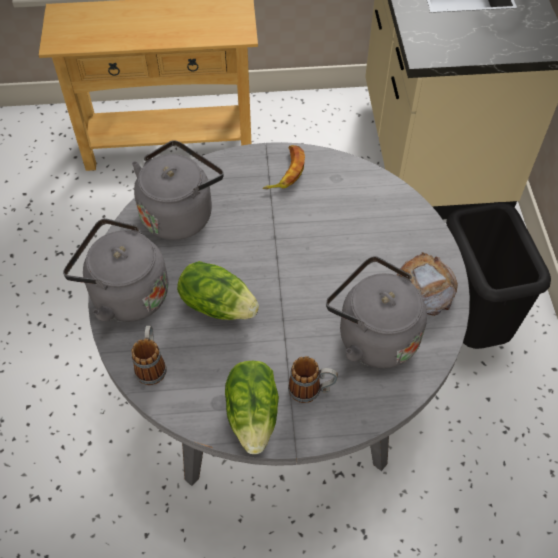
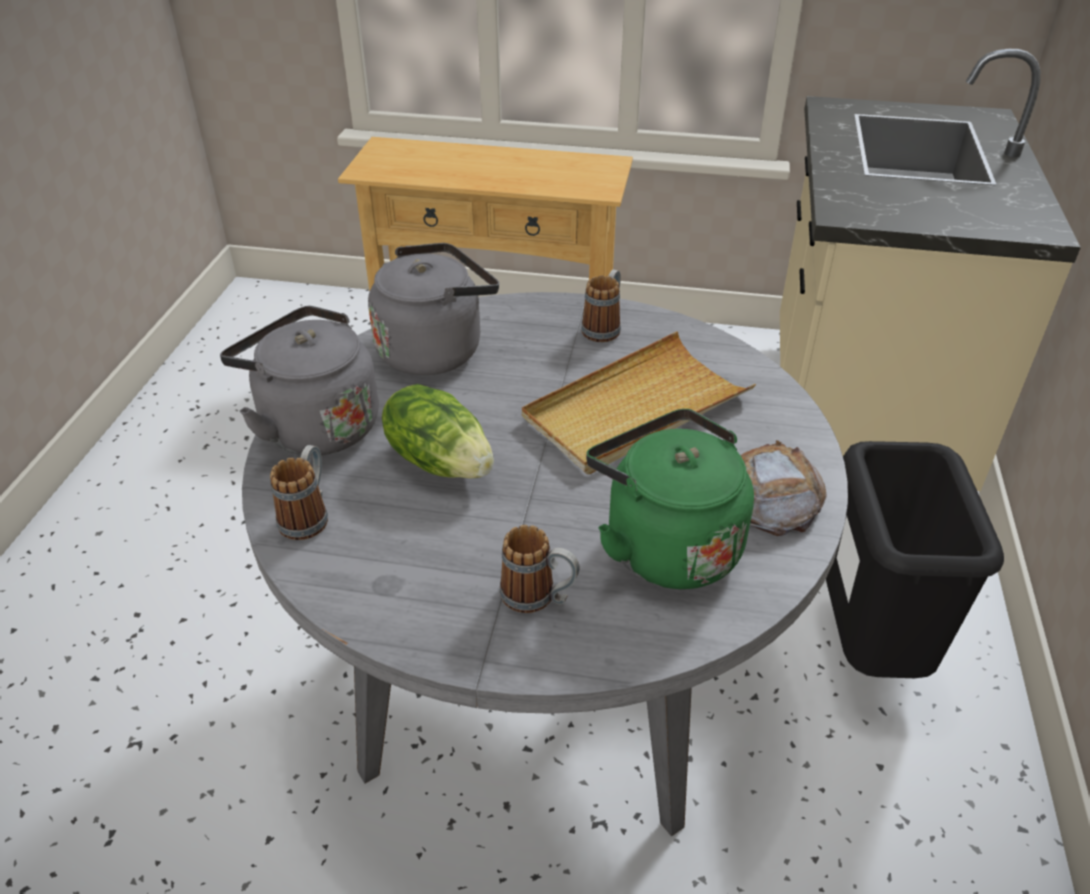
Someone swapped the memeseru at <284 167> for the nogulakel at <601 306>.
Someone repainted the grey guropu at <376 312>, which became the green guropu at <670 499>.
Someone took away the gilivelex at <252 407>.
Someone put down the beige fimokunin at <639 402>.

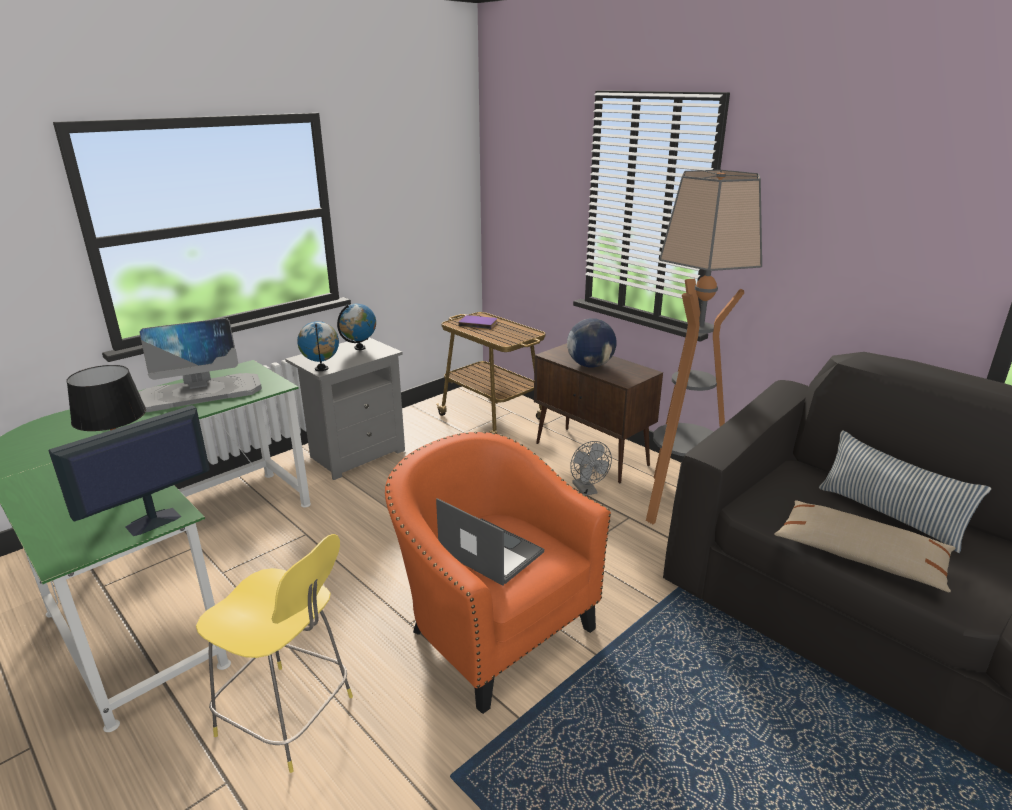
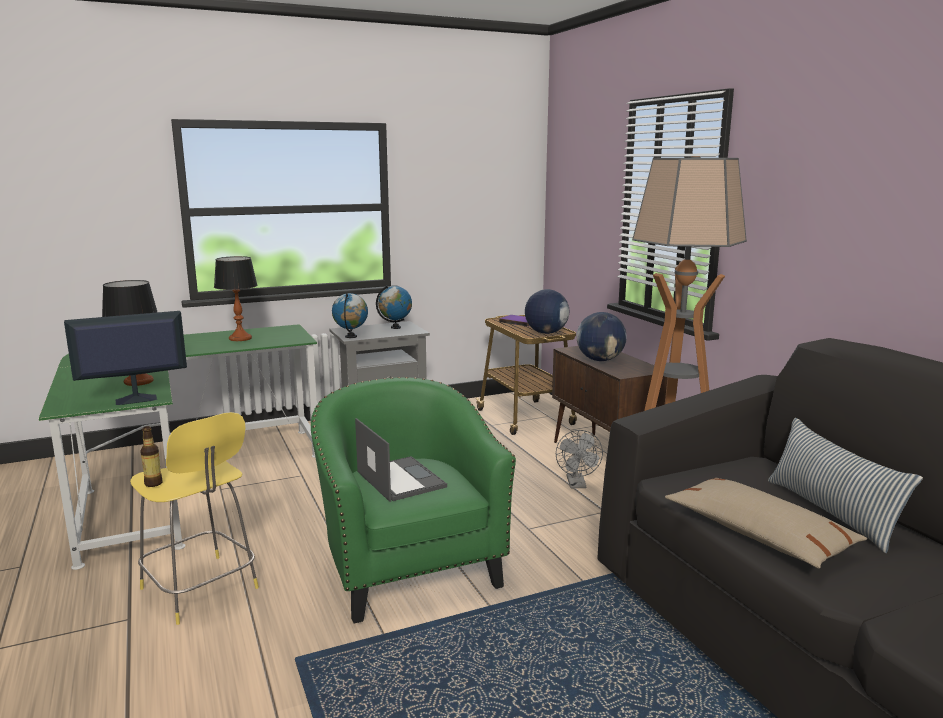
Someone swapped the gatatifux at <200 365> for the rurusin at <235 298>.
Someone repainted the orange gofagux at <498 573>, which became the green gofagux at <413 500>.
Someone put down the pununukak at <547 311>.
Someone put down the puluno at <151 456>.

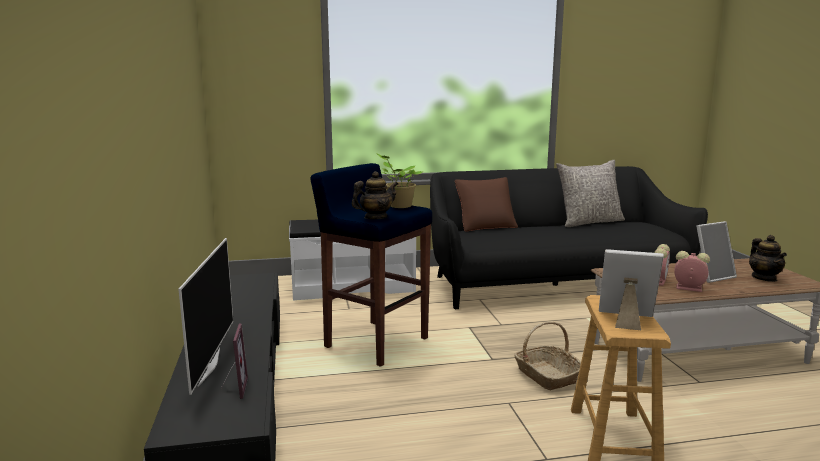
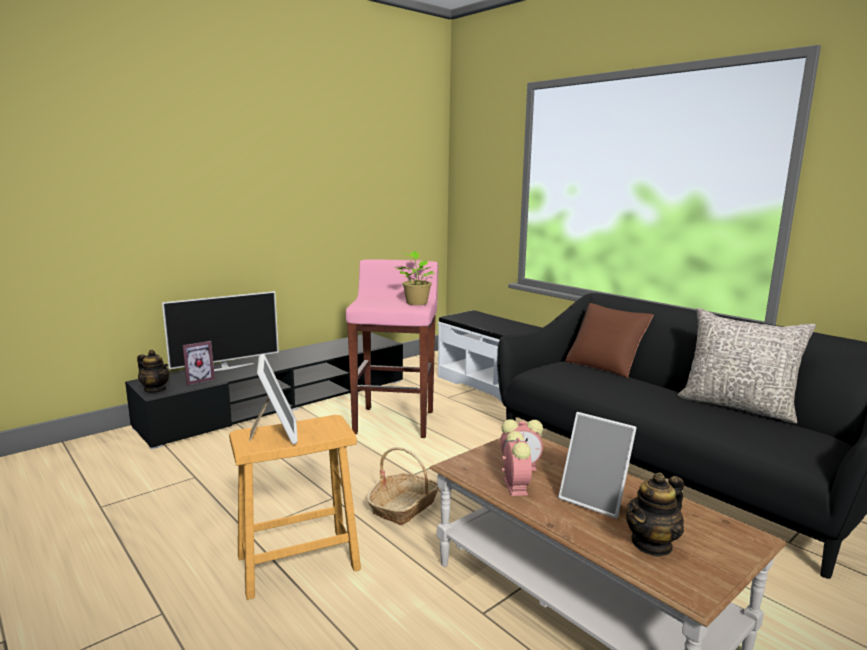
Someone repainted the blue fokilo at <371 265>, which became the pink fokilo at <392 348>.
Someone carried the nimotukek from <375 195> to <153 371>.

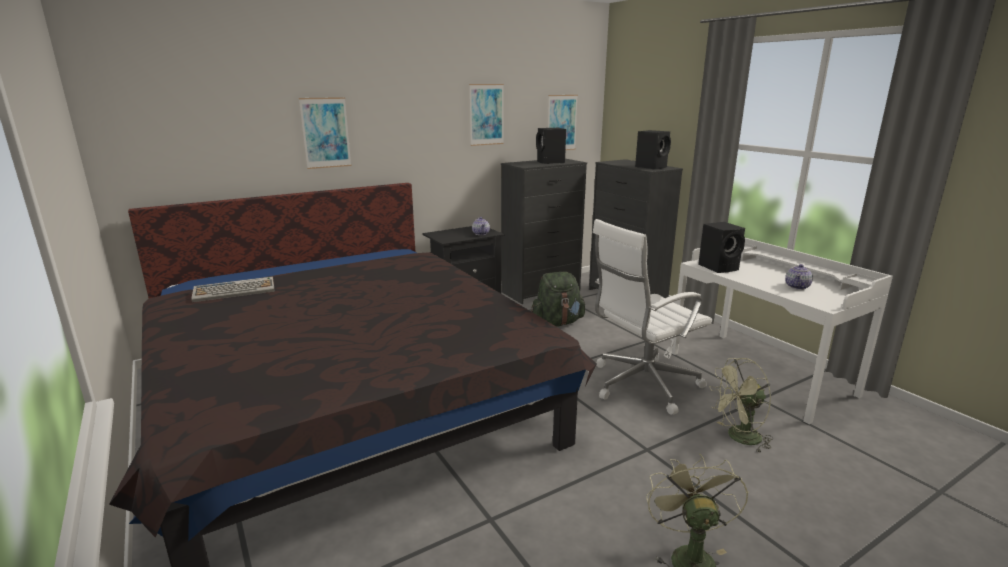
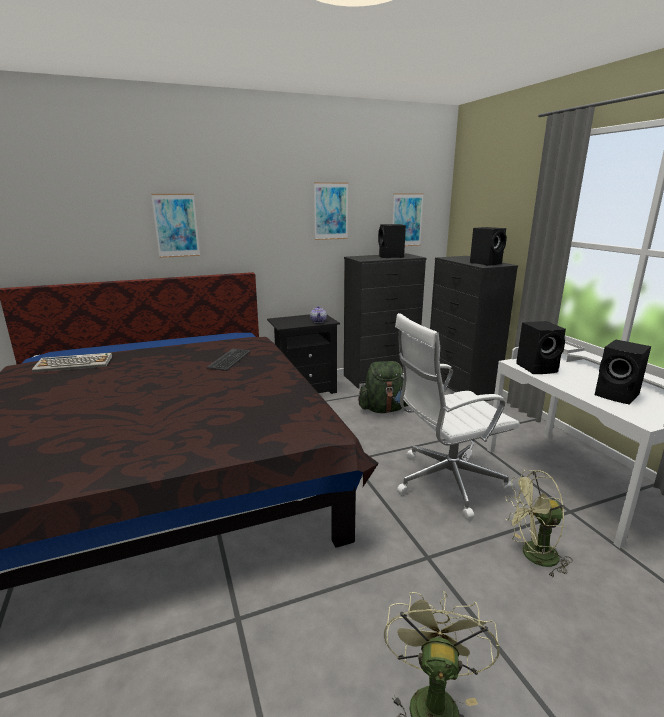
Someone swapped the nimotukek at <799 277> for the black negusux at <623 372>.
Someone put down the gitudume at <229 360>.

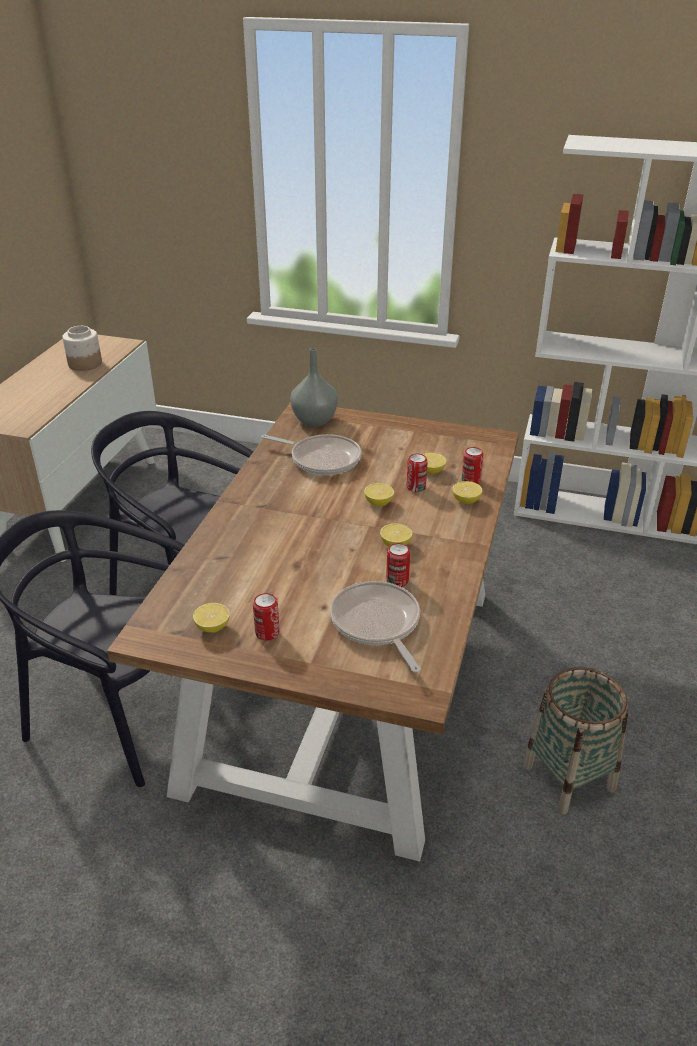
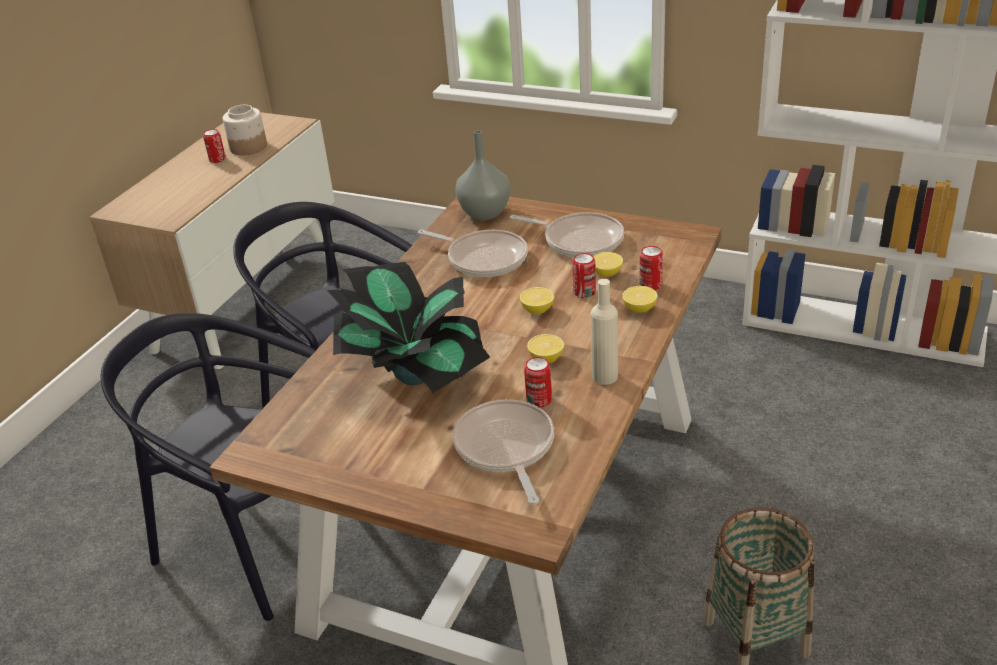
Someone carried the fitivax from <266 617> to <214 146>.
Someone took away the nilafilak at <211 618>.
Someone put down the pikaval at <567 234>.
Someone put down the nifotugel at <408 327>.
Someone put down the beige puluno at <604 332>.

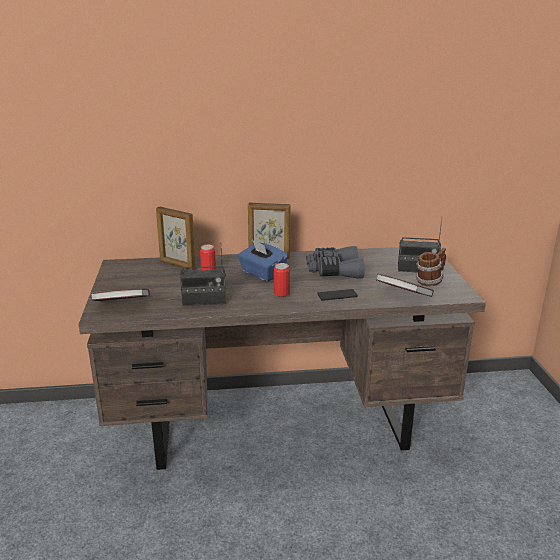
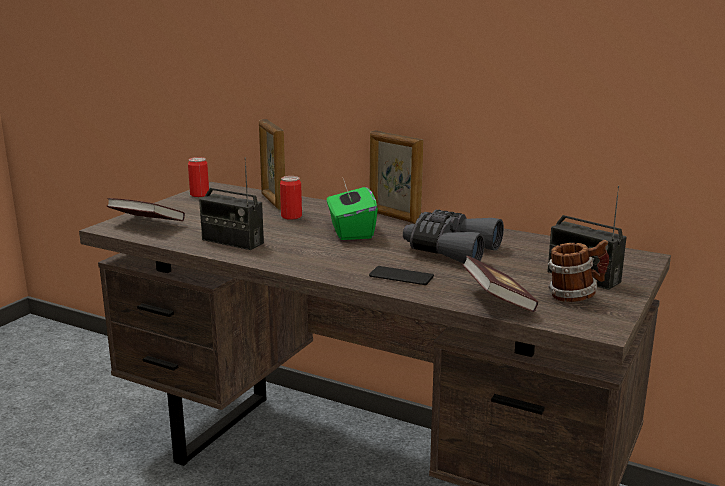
Someone repainted the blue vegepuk at <263 260>, which became the green vegepuk at <352 209>.
Someone carried the fitivax from <282 280> to <198 177>.

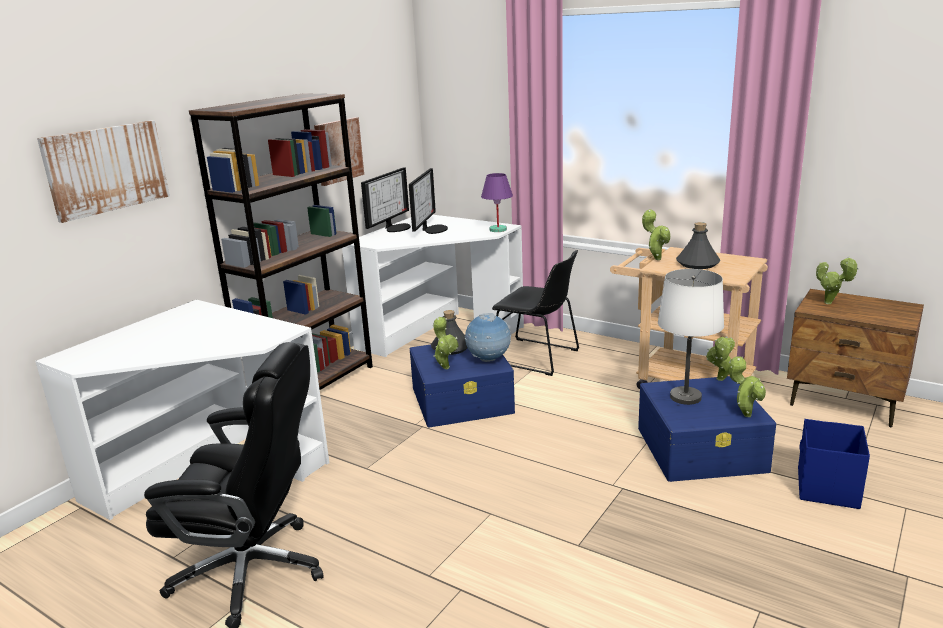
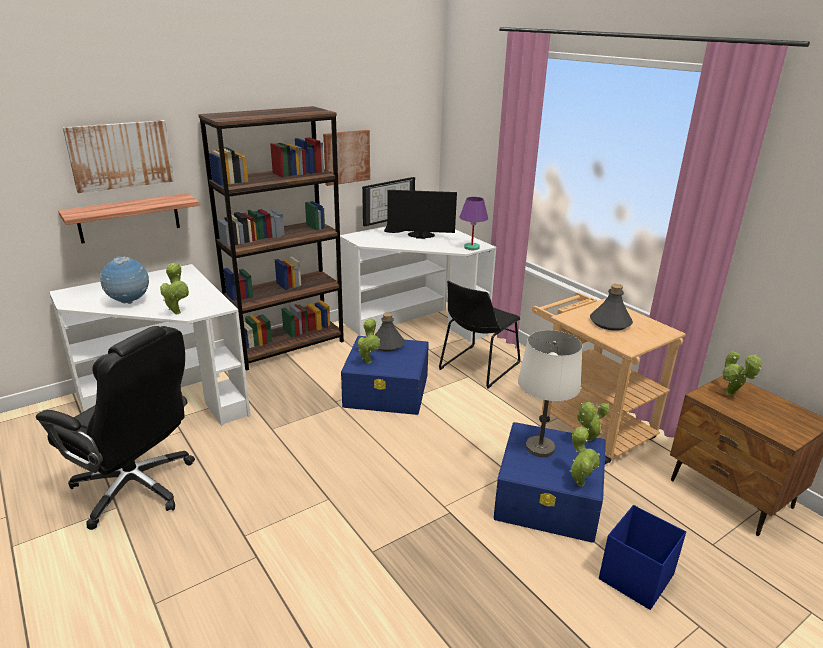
Someone rotated the gatatifux at <428 201> by 120 degrees counterclockwise.
Someone carried the nifotugel from <656 235> to <174 288>.
Someone rotated the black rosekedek at <535 313> by 75 degrees clockwise.
Someone carried the pununukak from <488 337> to <124 280>.
Someone put up the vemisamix at <129 218>.

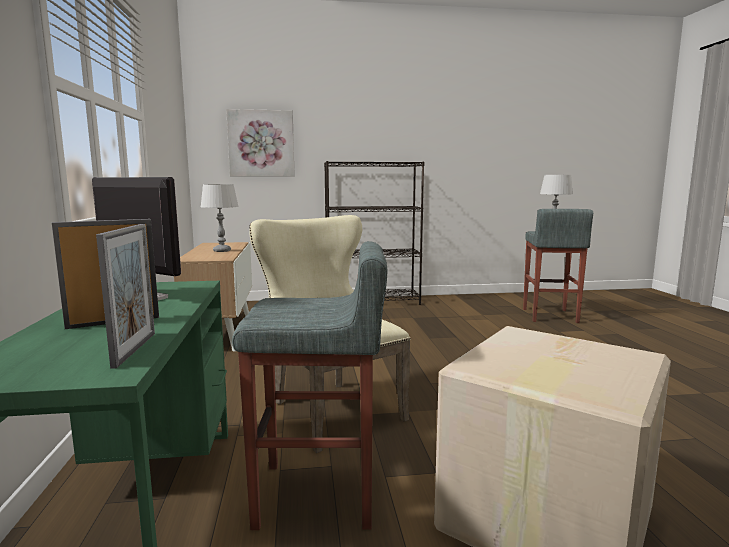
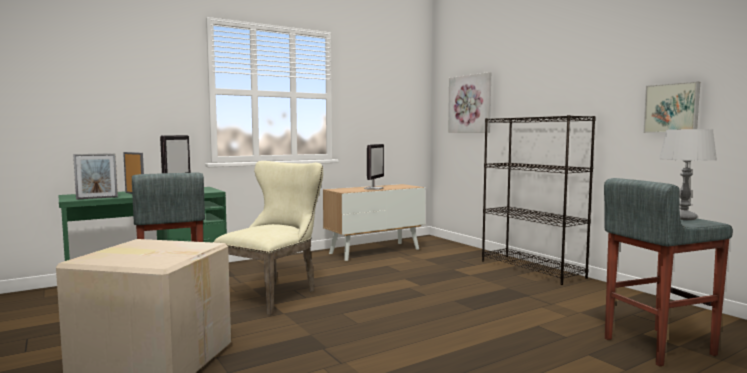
Someone swapped the grey rurusin at <220 218> for the gatatifux at <374 167>.
Someone put up the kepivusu at <671 107>.

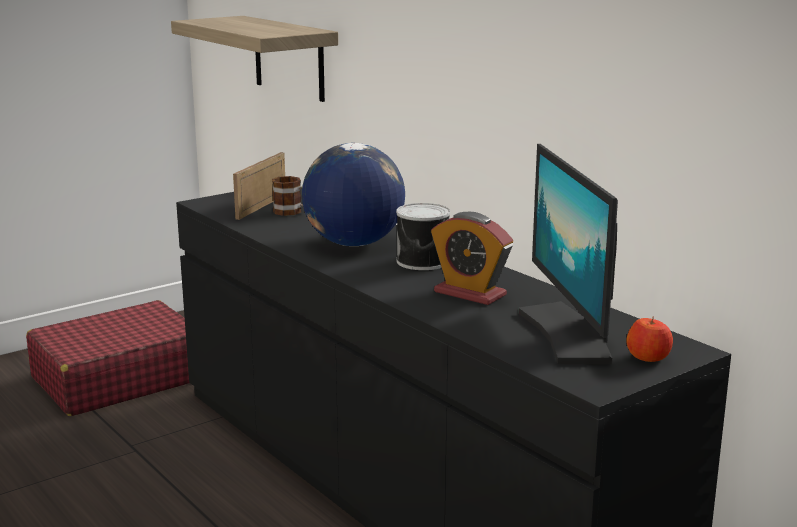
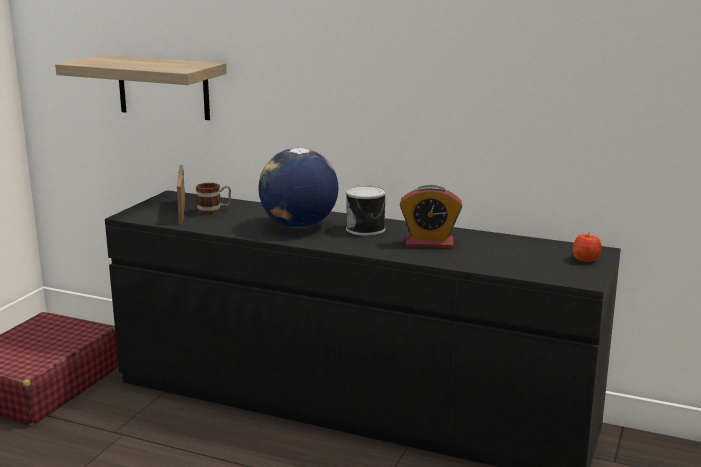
Someone took away the gatatifux at <568 254>.

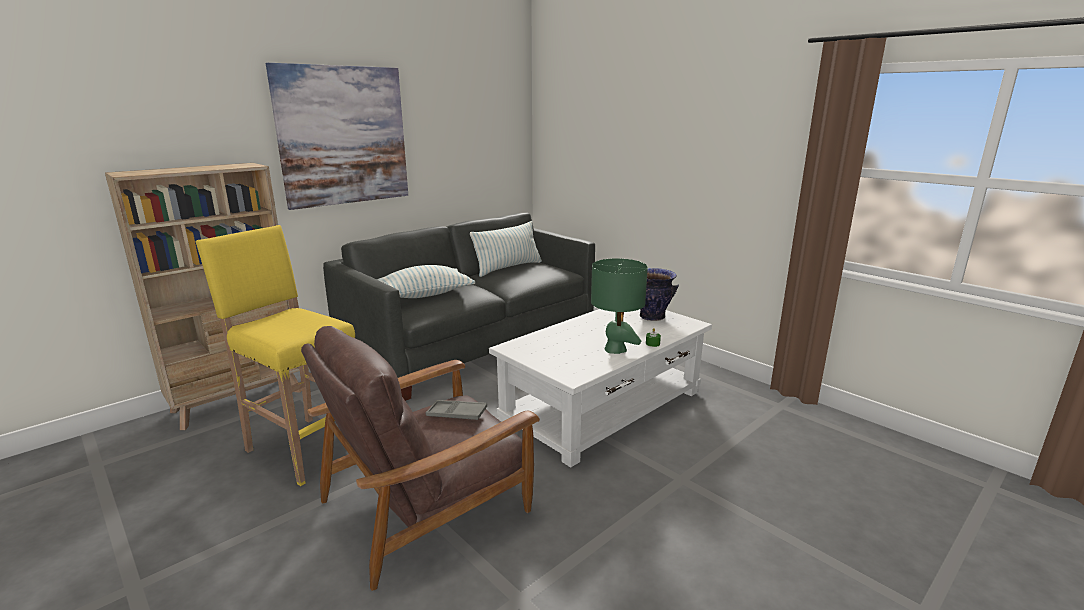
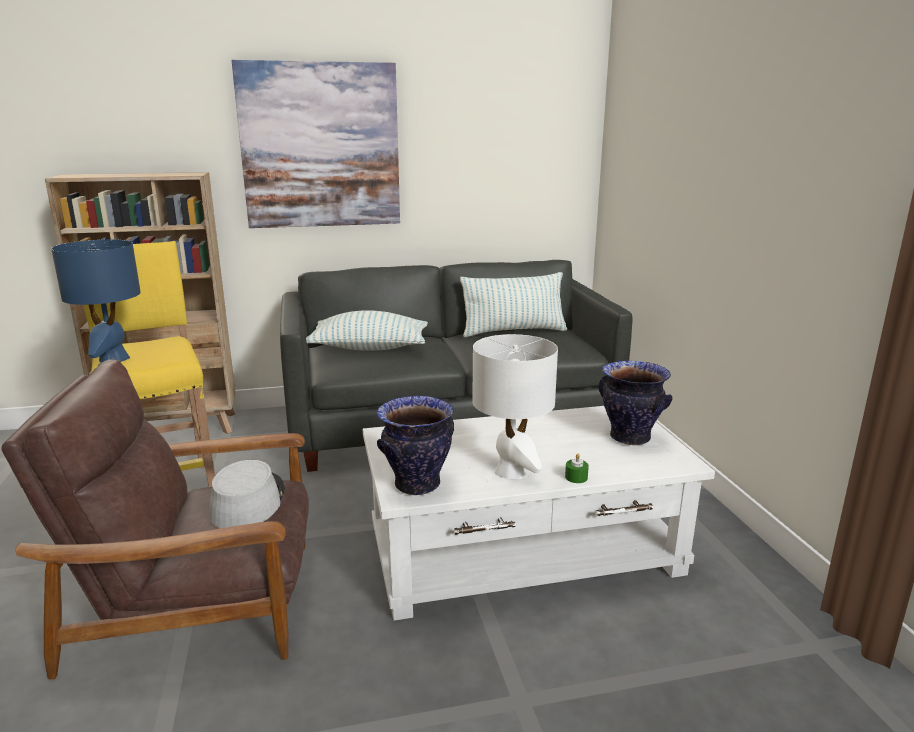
Someone repainted the green rurusin at <619 306>, which became the white rurusin at <515 406>.
Someone swapped the grey fimokunin at <456 410> for the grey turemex at <247 494>.
Someone put down the blue rurusin at <96 301>.
Someone put down the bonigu at <415 445>.

